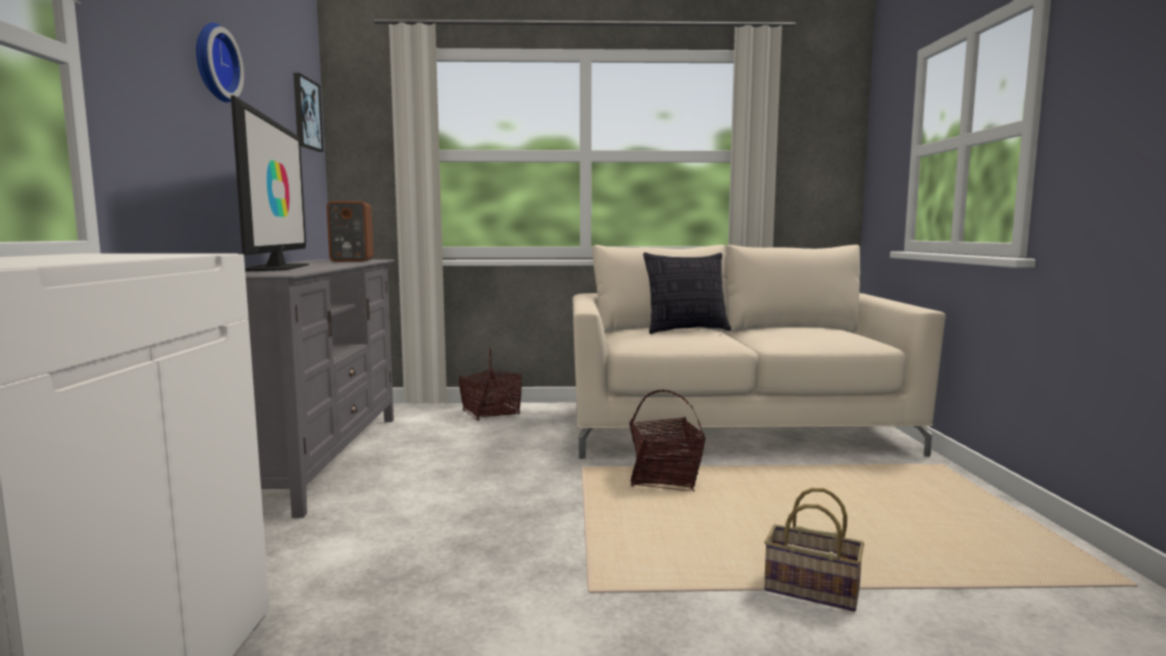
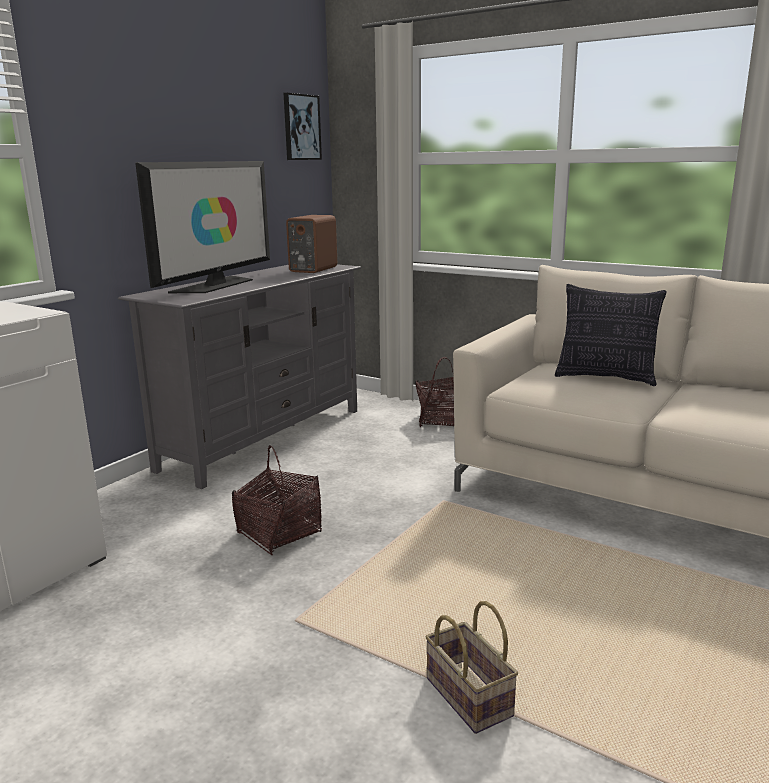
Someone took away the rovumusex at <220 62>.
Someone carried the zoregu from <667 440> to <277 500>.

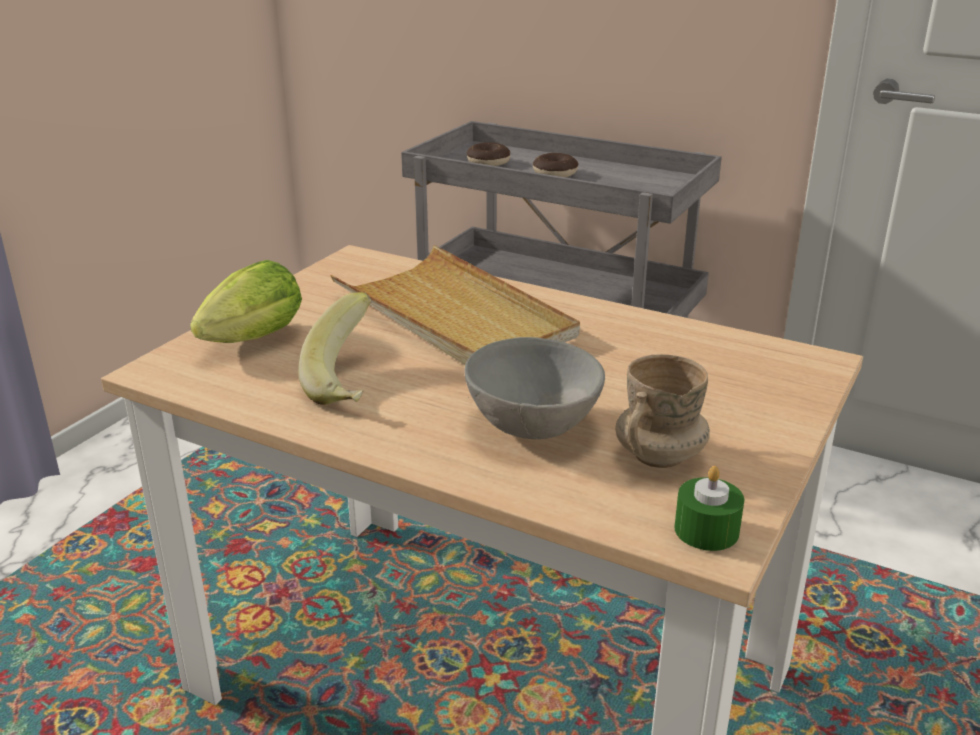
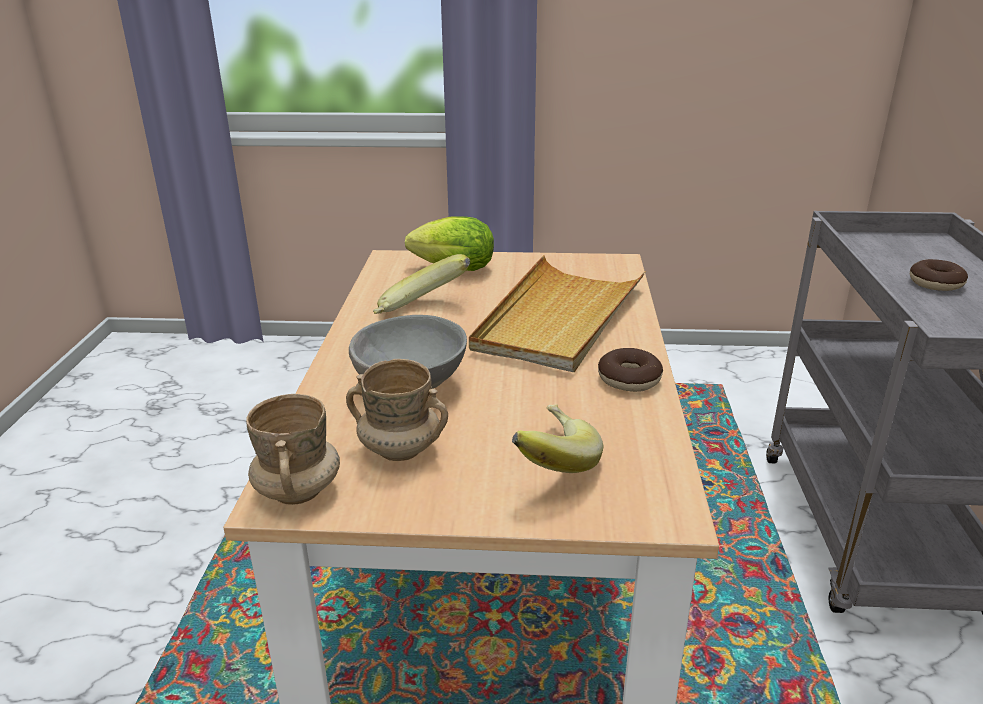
Someone carried the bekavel from <488 154> to <630 370>.
Someone swapped the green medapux at <709 508> for the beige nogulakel at <293 449>.
Someone put down the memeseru at <558 438>.

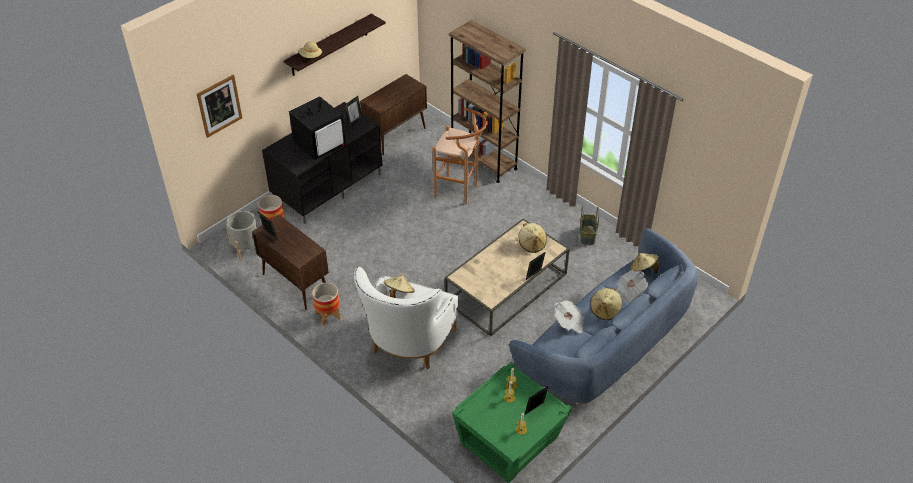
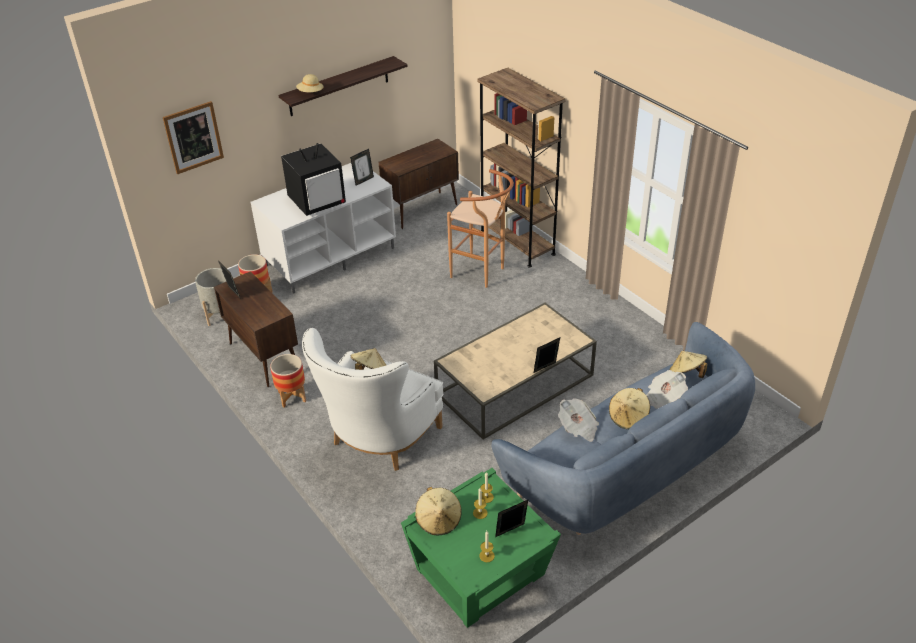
Someone repainted the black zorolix at <322 163>, which became the white zorolix at <323 228>.
Someone took away the zoregu at <589 225>.
Someone carried the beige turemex from <533 238> to <438 511>.

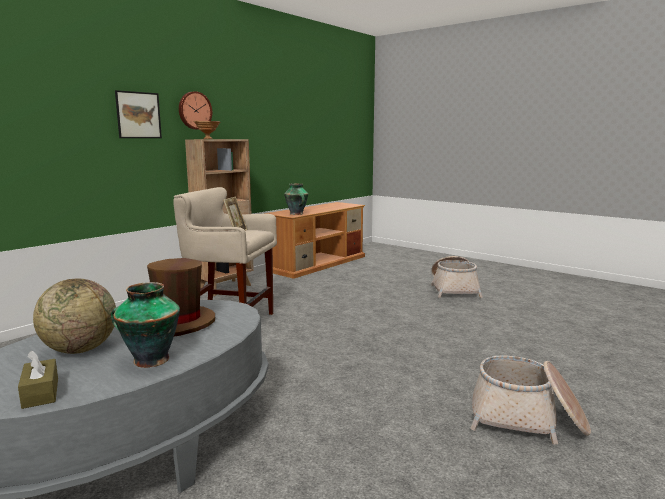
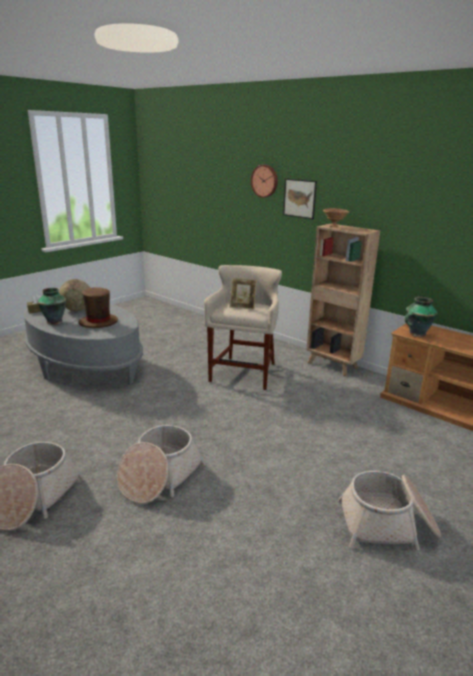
Someone carried the rovumusex from <195 110> to <264 181>.
Someone put down the zoregu at <161 464>.

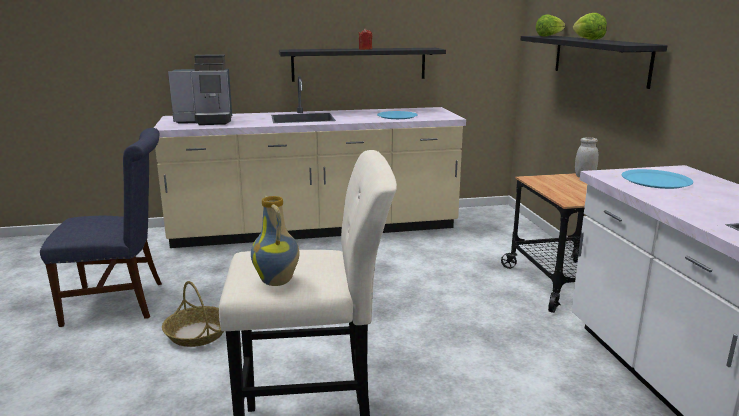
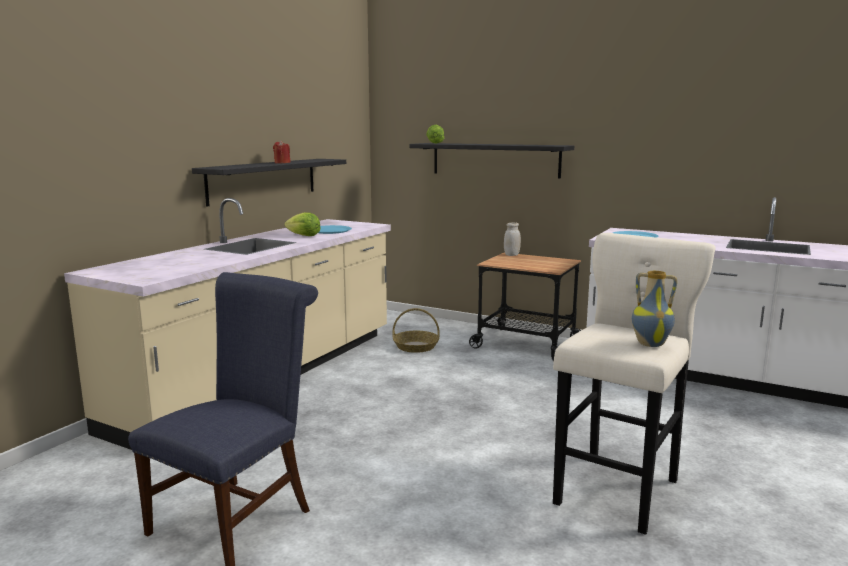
Someone carried the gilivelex from <590 26> to <303 224>.
Someone took away the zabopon at <200 89>.
Someone carried the zoregu from <193 314> to <416 330>.

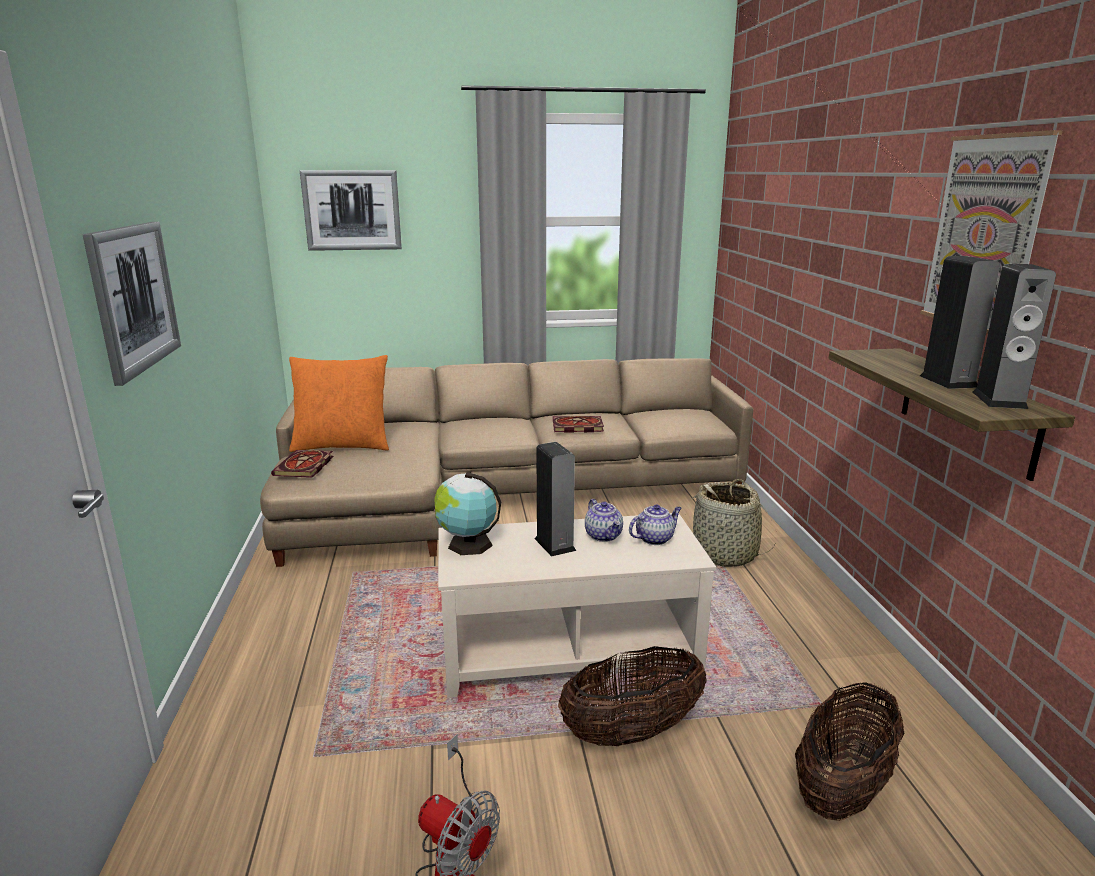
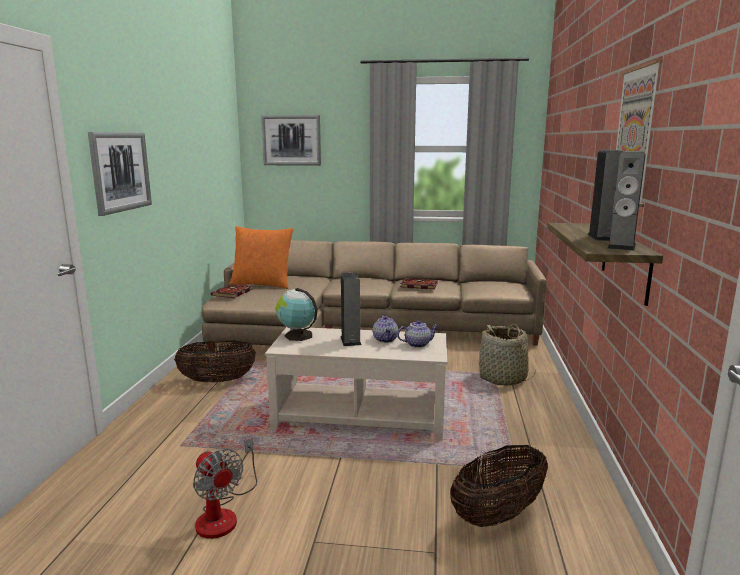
Someone carried the zoregu from <632 696> to <215 361>.

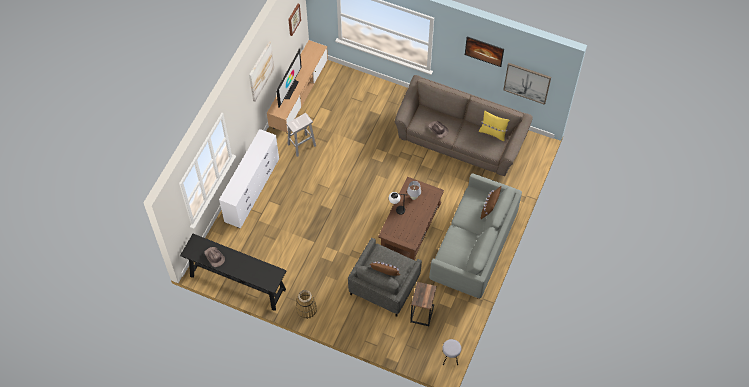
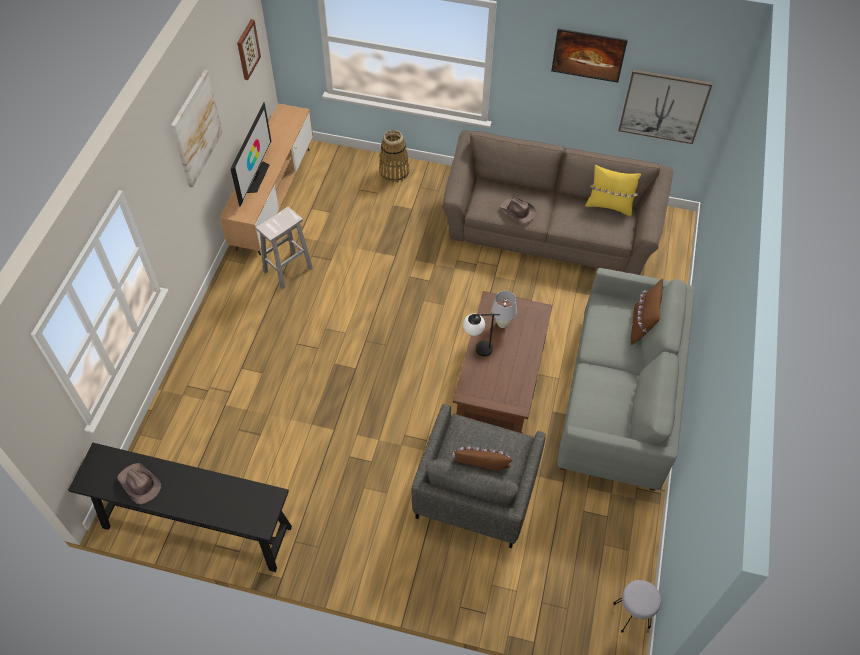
Someone took away the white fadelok at <249 178>.
Someone took away the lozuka at <423 304>.
Someone carried the zoregu from <306 304> to <394 156>.

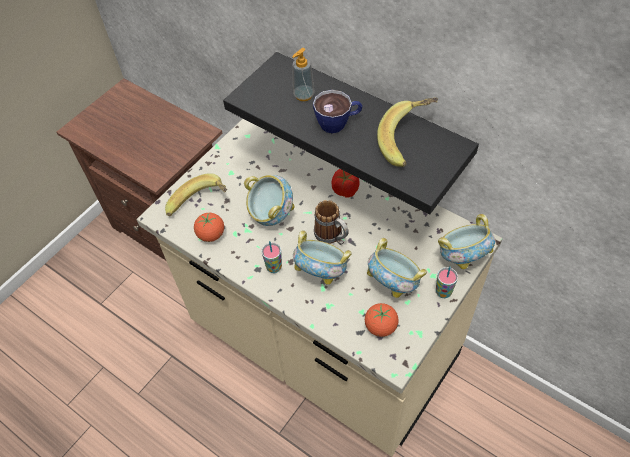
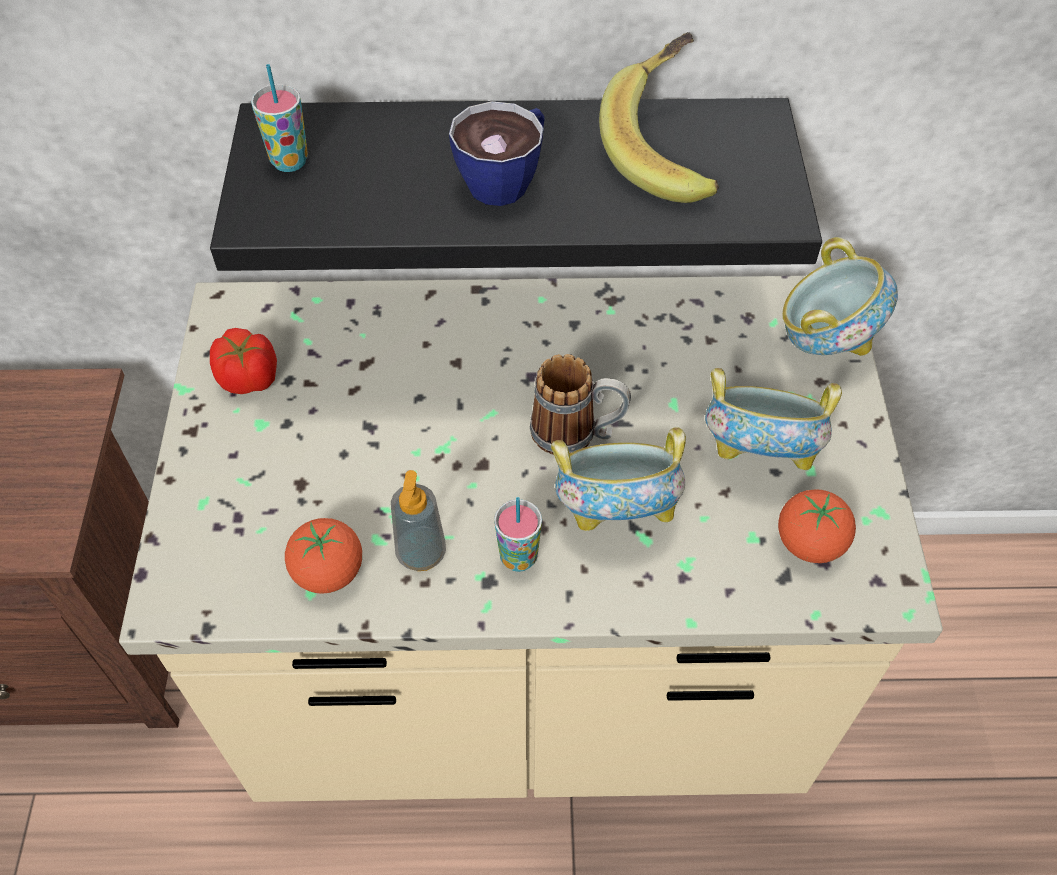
Someone carried the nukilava from <303 74> to <418 520>.
Someone carried the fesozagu from <345 183> to <243 361>.
Someone took away the memeseru at <196 195>.
Someone took away the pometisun at <269 200>.
Someone carried the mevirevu from <447 282> to <279 118>.

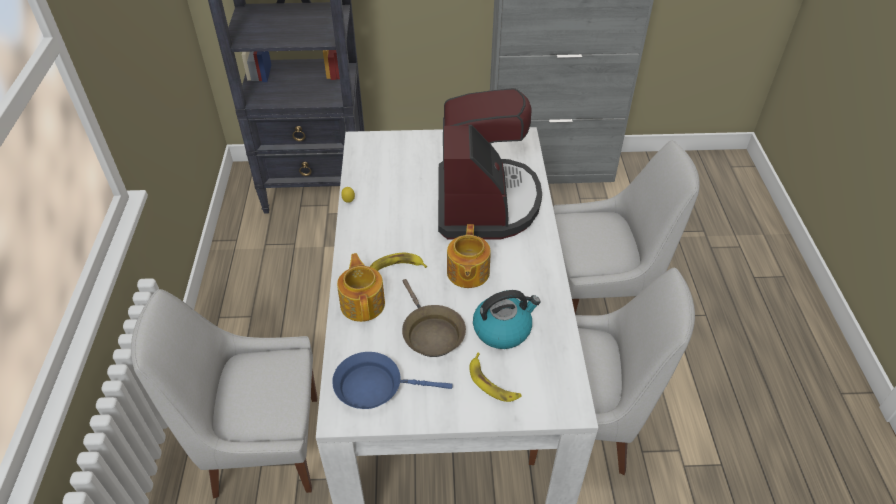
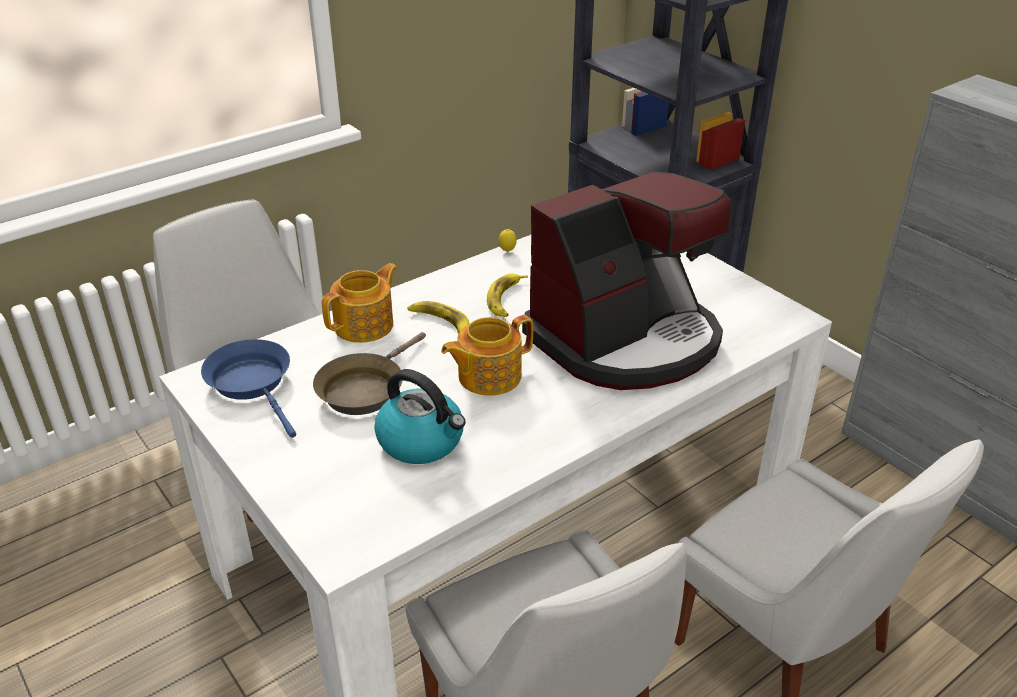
Someone carried the memeseru from <495 377> to <507 295>.

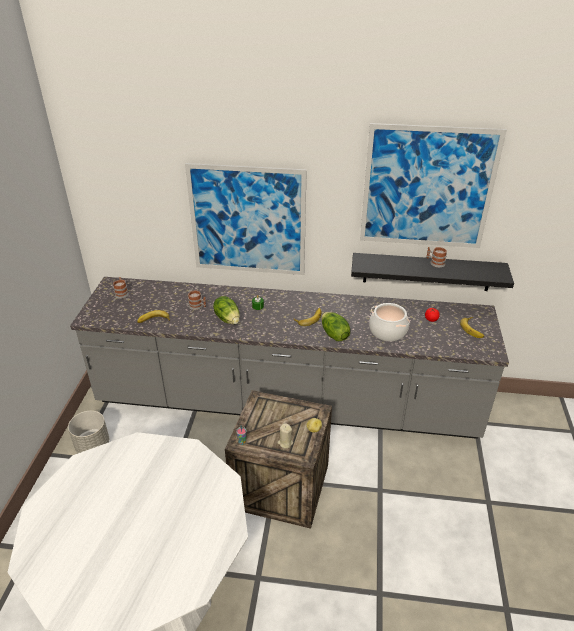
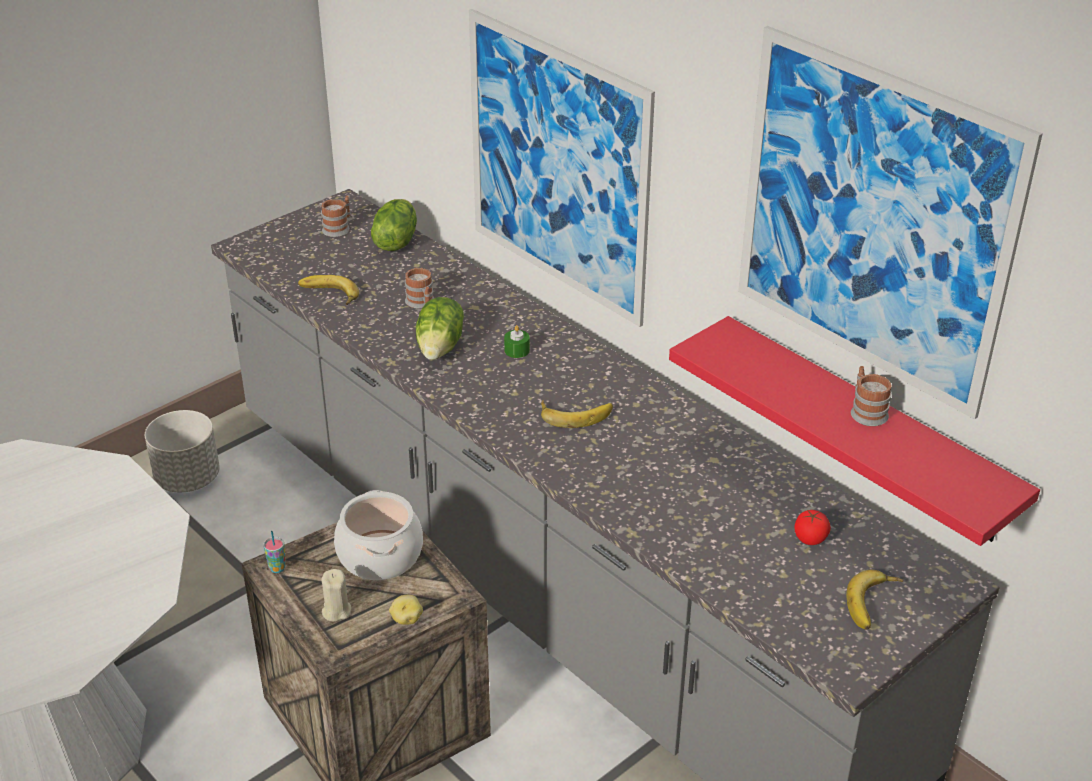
Someone repainted the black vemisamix at <432 272>, which became the red vemisamix at <854 431>.
Someone carried the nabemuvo from <389 322> to <378 535>.
Someone carried the gilivelex from <335 326> to <394 225>.

